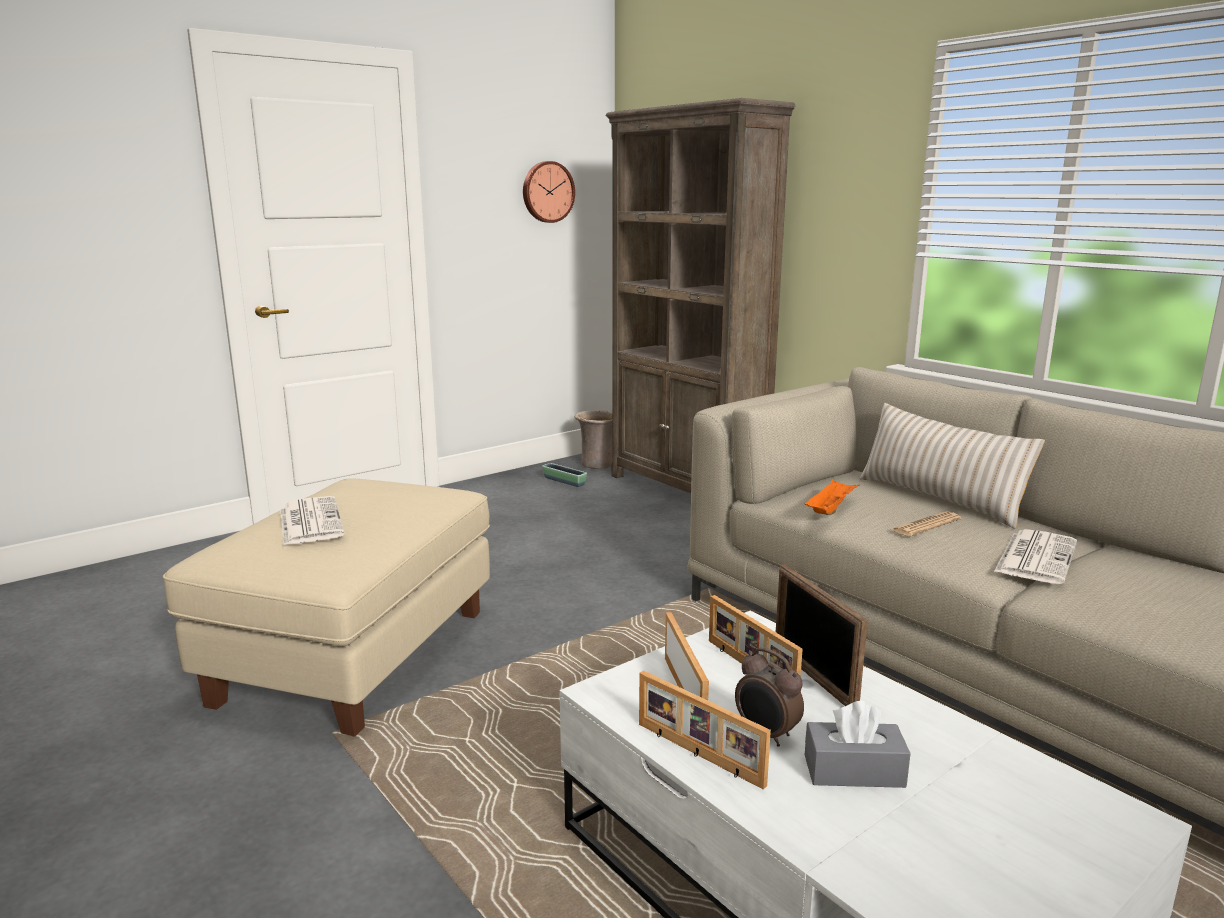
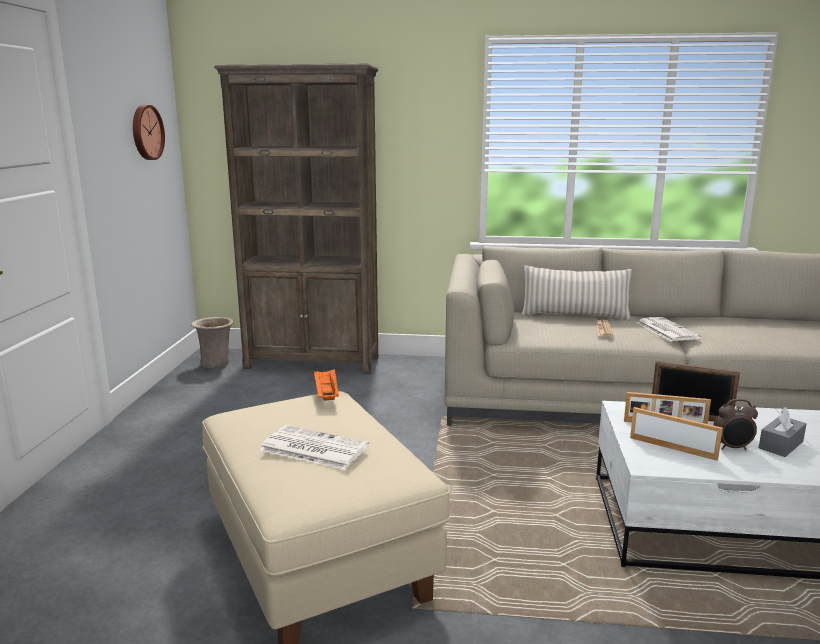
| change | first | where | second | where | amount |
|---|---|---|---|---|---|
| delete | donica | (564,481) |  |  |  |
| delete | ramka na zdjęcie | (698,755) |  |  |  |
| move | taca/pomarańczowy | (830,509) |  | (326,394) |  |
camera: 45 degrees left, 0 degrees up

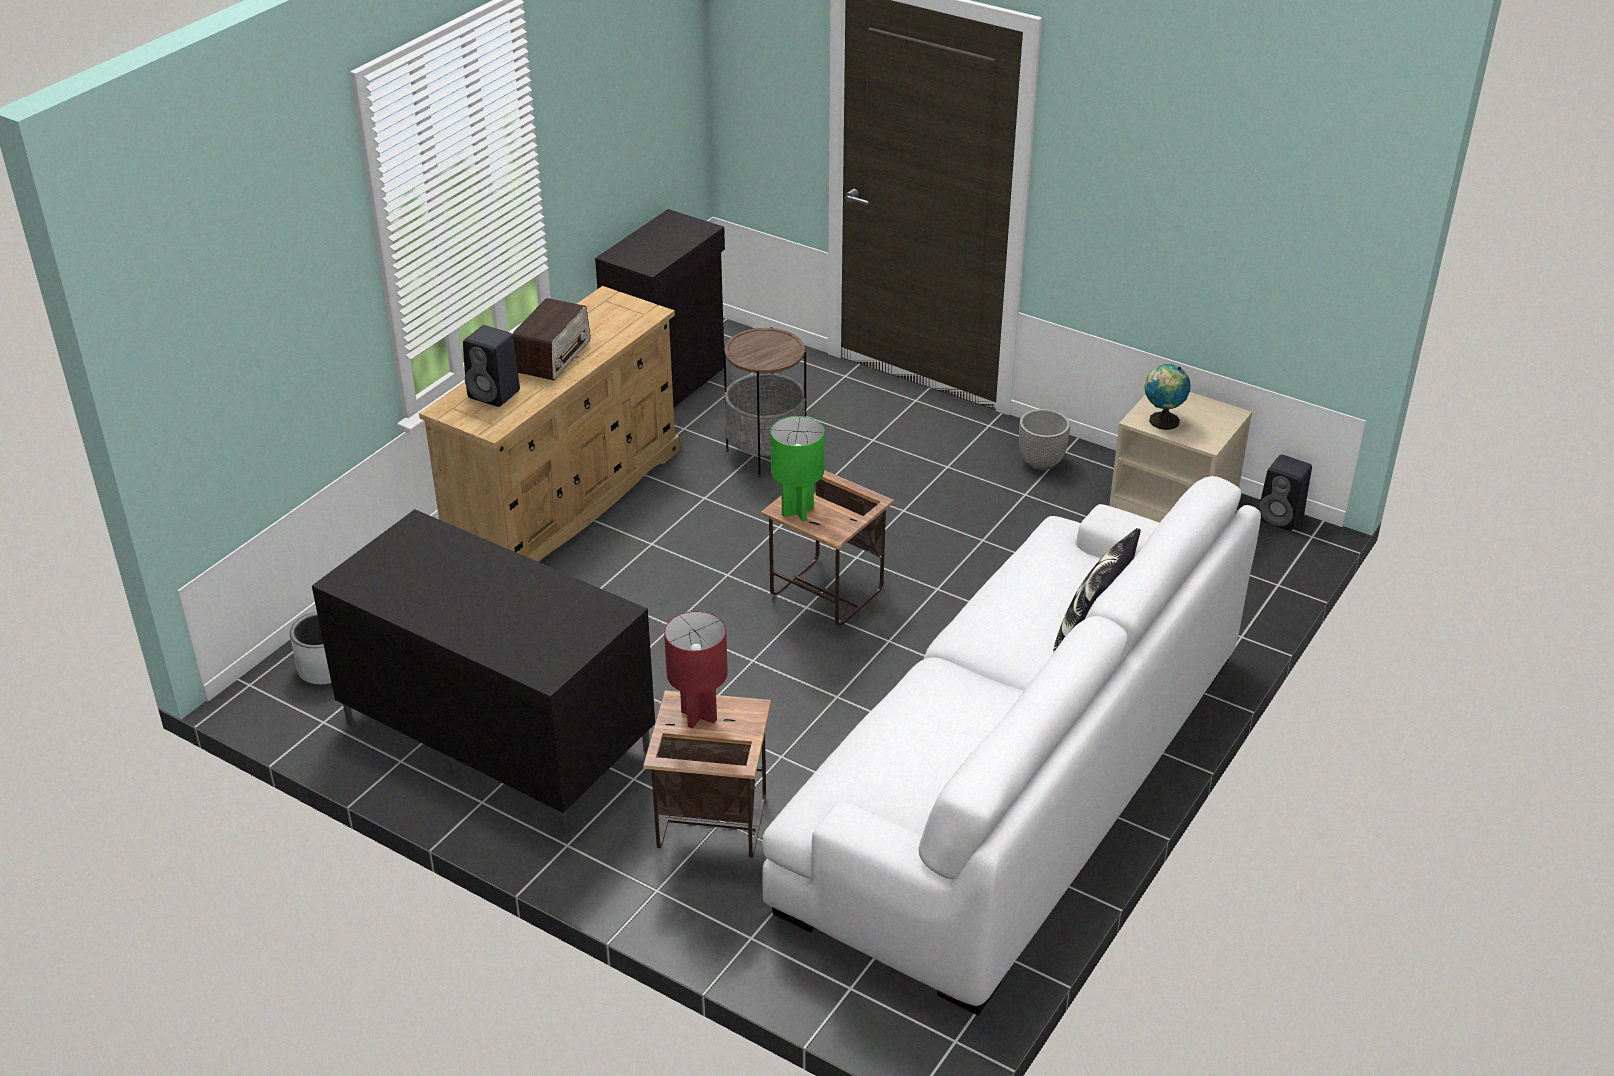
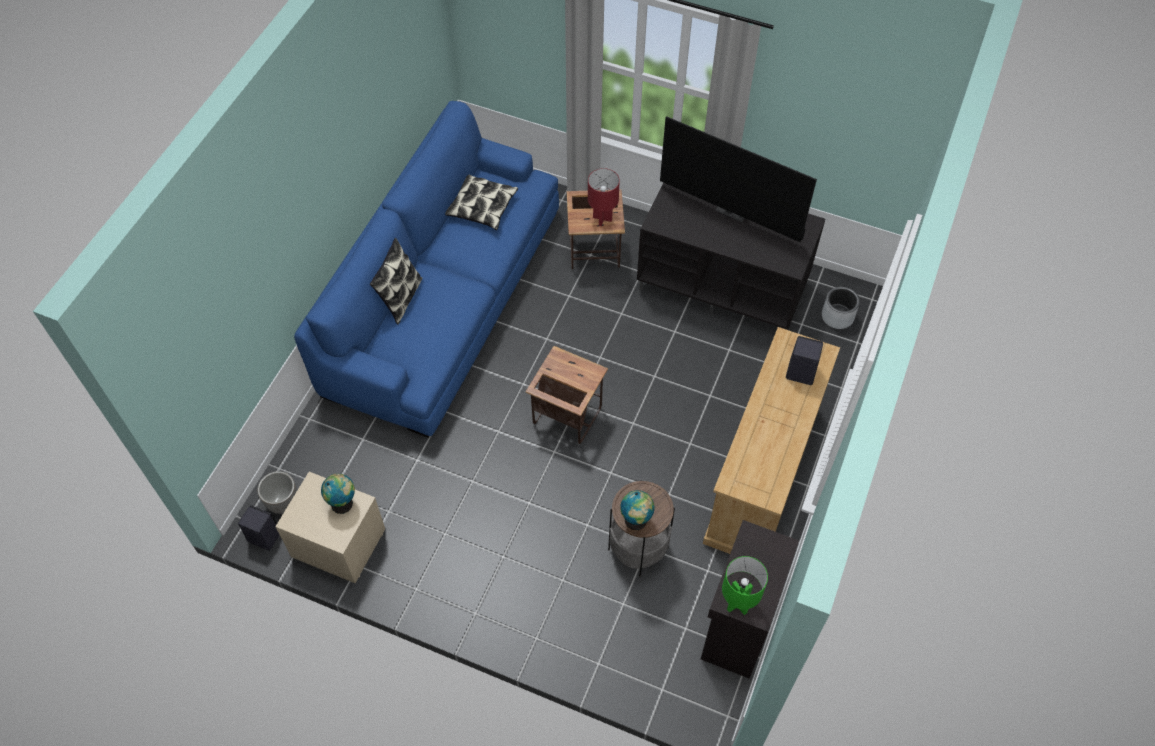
| change | first | where | second | where | amount |
|---|---|---|---|---|---|
| delete | radio | (553,356) |  |  |  |
| insert |  |  | poduszka | (481,207) |  |
| insert |  |  | globus | (636,521) |  |
| insert |  |  | telewizor | (733,209) |  |
| move | lampa stołowa/zielony | (797,512) |  | (737,603) |  |
| move | donica | (1041,462) |  | (283,503) |  |
| recolor | kanapa/biały | (1016,778) | kanapa/niebieski | (444,299) |  |
camera: 170 degrees right, 20 degrees up

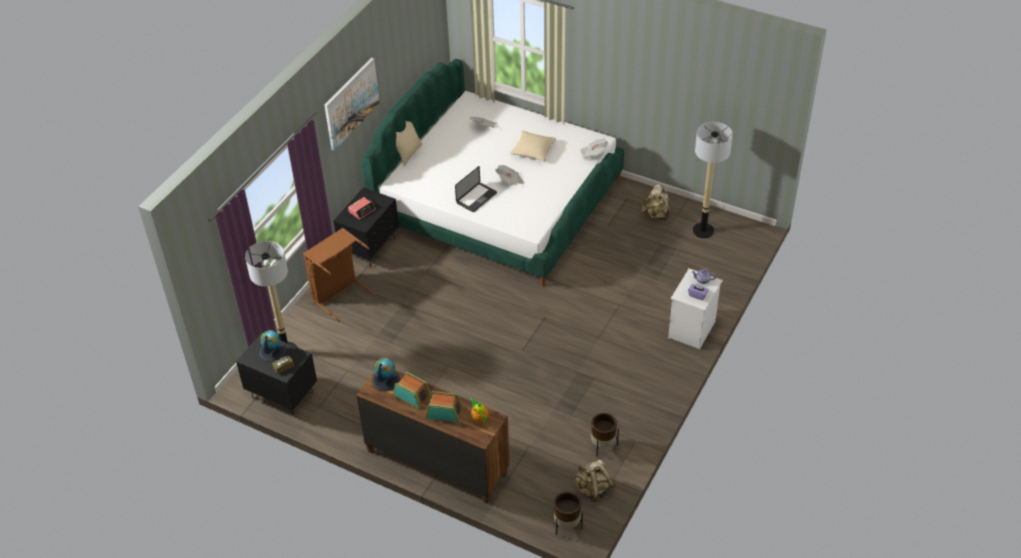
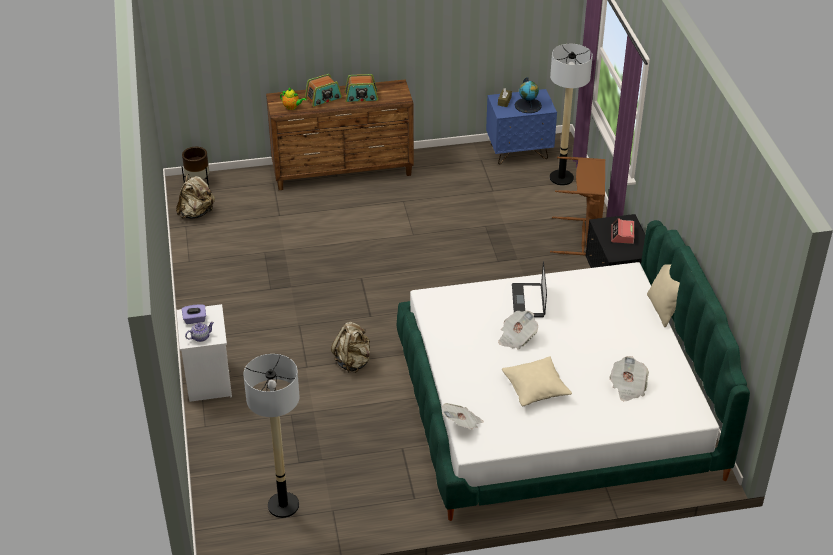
| change | first | where | second | where | amount |
|---|---|---|---|---|---|
| delete | obraz | (351,103) |  |  |  |
| delete | globus | (386,380) |  |  |  |
| delete | donica/brązowy | (602,446) |  |  |  |
| move | plecak/beżowy | (655,215) |  | (353,362) |  |
| recolor | szafka nocna/czarny | (282,395) | szafka nocna/niebieski | (519,152) |  |
camera: 140 degrees right, 5 degrees down

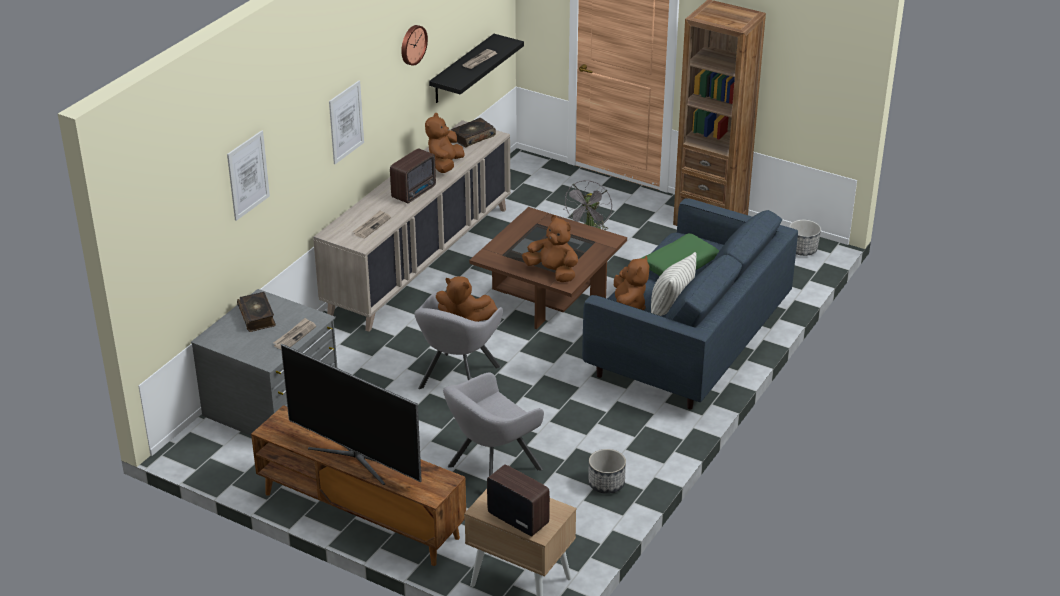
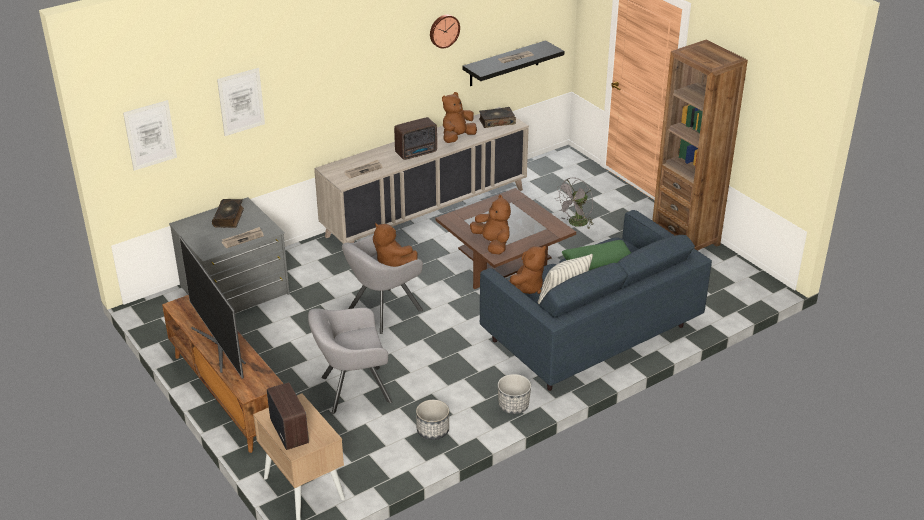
| change | first | where | second | where | amount |
|---|---|---|---|---|---|
| move | obraz | (346,122) |  | (150,135) |  |
| move | donica | (802,250) |  | (513,406) |  |
camera: 25 degrees right, 0 degrees up

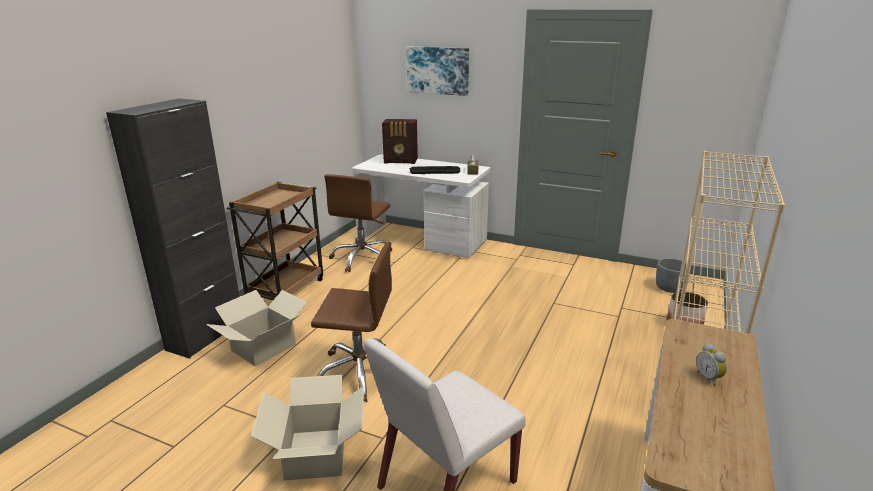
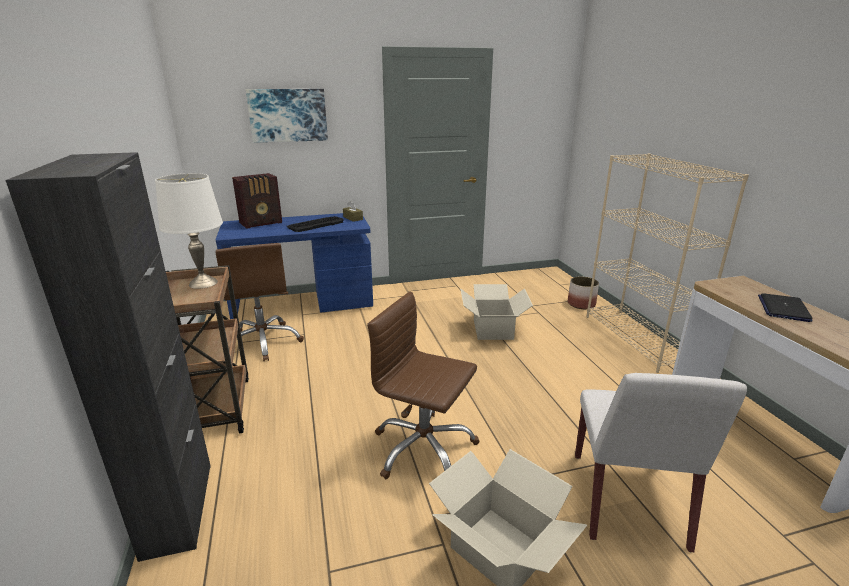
| change | first | where | second | where | amount |
|---|---|---|---|---|---|
| delete | donica/szary | (669,288) |  |  |  |
| insert |  |  | lampa stołowa/biały | (203,283) |  |
| move | karton | (264,347) |  | (493,329) |  |
| replace | budzik | (709,378) | laptop | (783,308) |  |
| recolor | biurko/biały | (422,241) | biurko/niebieski | (303,306) |  |
| rotate | krzesło biurowe/brązowy | (360,372) |  | (423,449) | 120 degrees counterclockwise |
camera: 40 degrees left, 0 degrees up

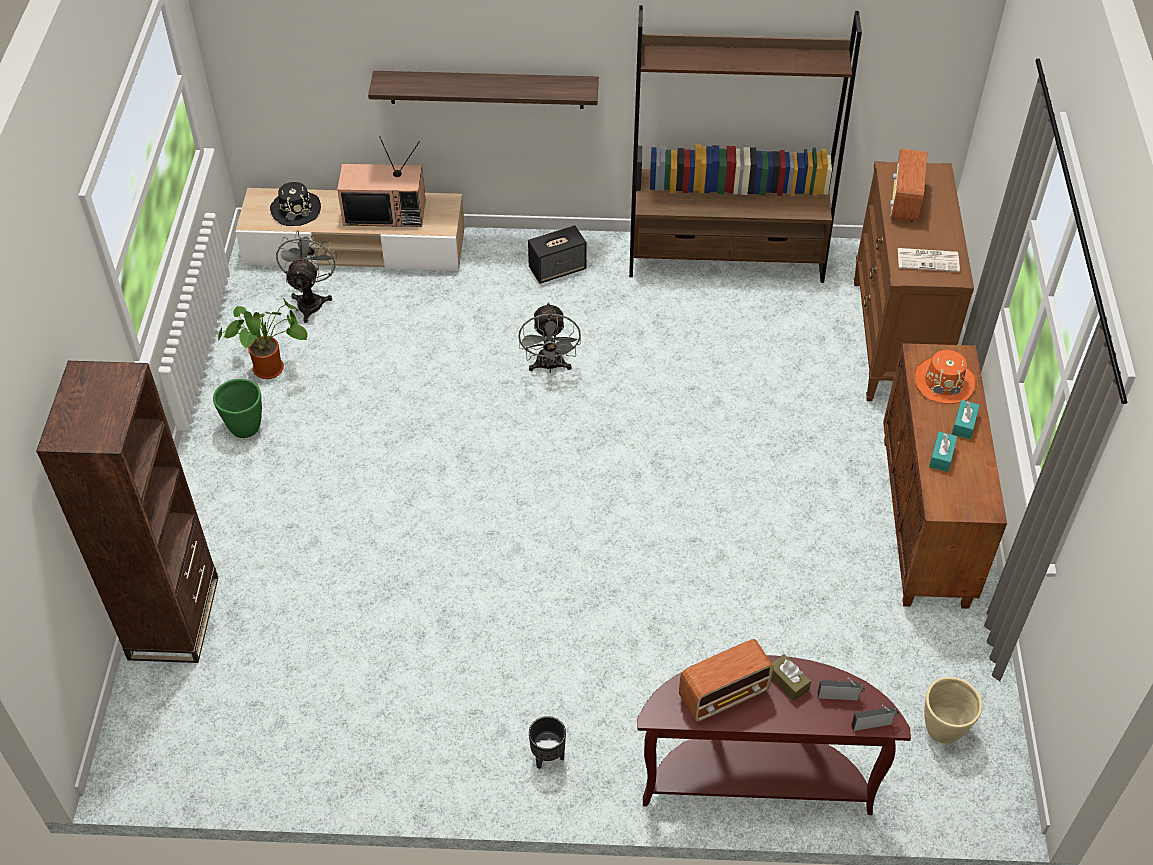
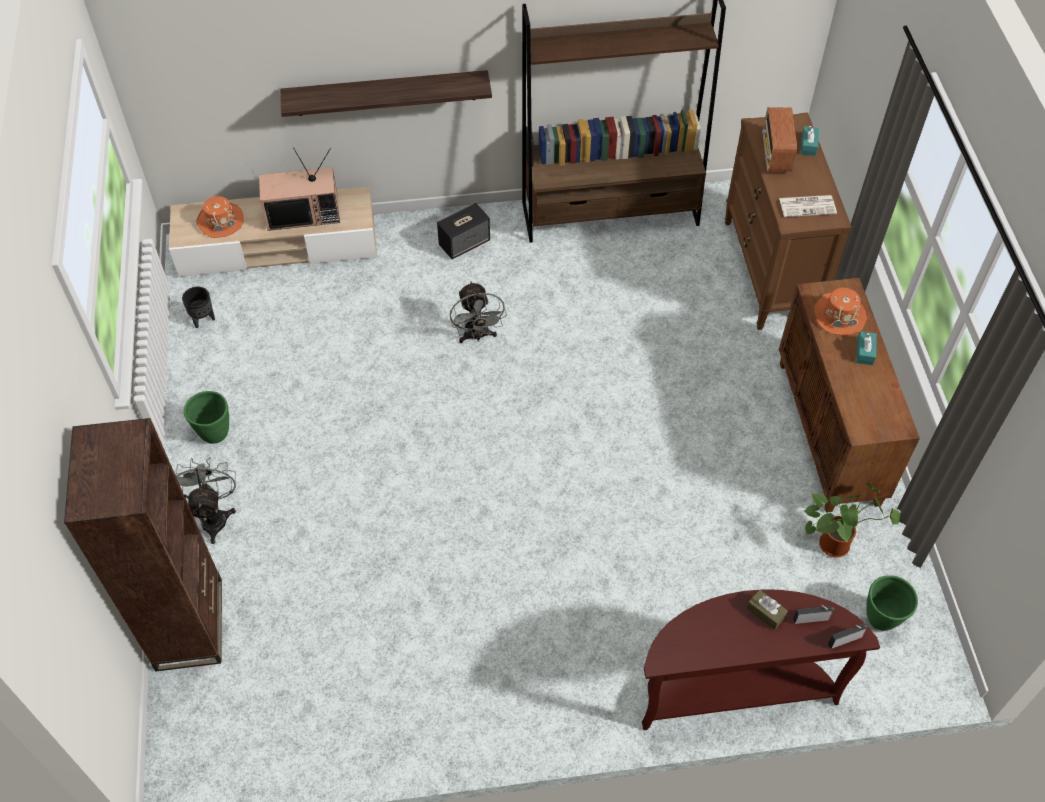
| change | first | where | second | where | amount |
|---|---|---|---|---|---|
| delete | radio | (724,694) |  |  |  |
| move | roślina doniczkowa | (272,368) |  | (836,543) |  |
| move | wentylator/szary | (311,300) |  | (214,516) |  |
| move | donica/czarny | (547,757) |  | (202,320) |  |
| move | pudełko chusteczek/turkusowy | (941,456) |  | (808,145) |  |
| recolor | kapelusz/czarny | (296,209) | kapelusz/pomarańczowy | (220,221) |  |
| recolor | donica/beżowy | (943,730) | donica/zielony | (881,619) |  |
camera: 10 degrees left, 5 degrees up

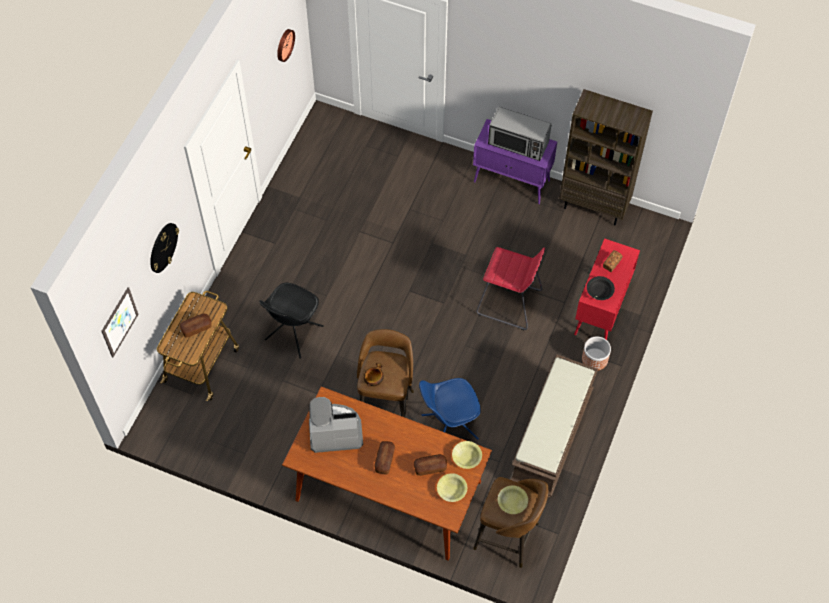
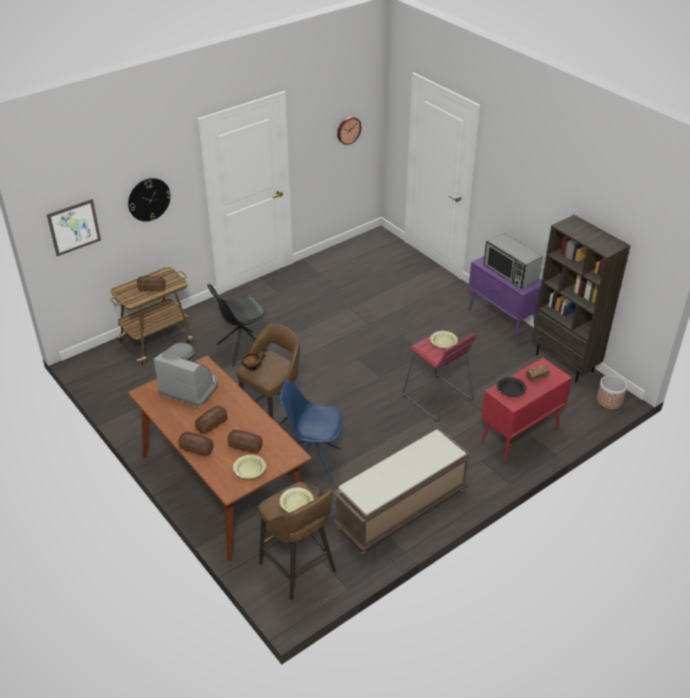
| change | first | where | second | where | amount |
|---|---|---|---|---|---|
| insert |  |  | chleb | (196,448) |  |
| move | miska/żółty | (466,457) |  | (443,343) |  |
| move | donica | (594,359) |  | (609,400) |  |
camera: 30 degrees right, 20 degrees down

